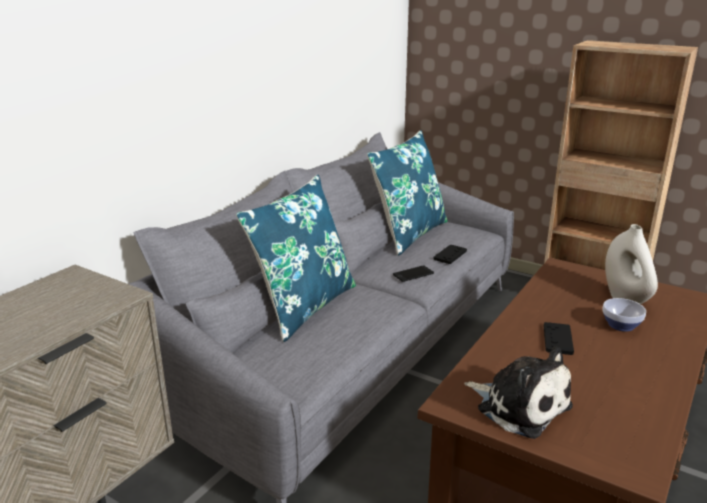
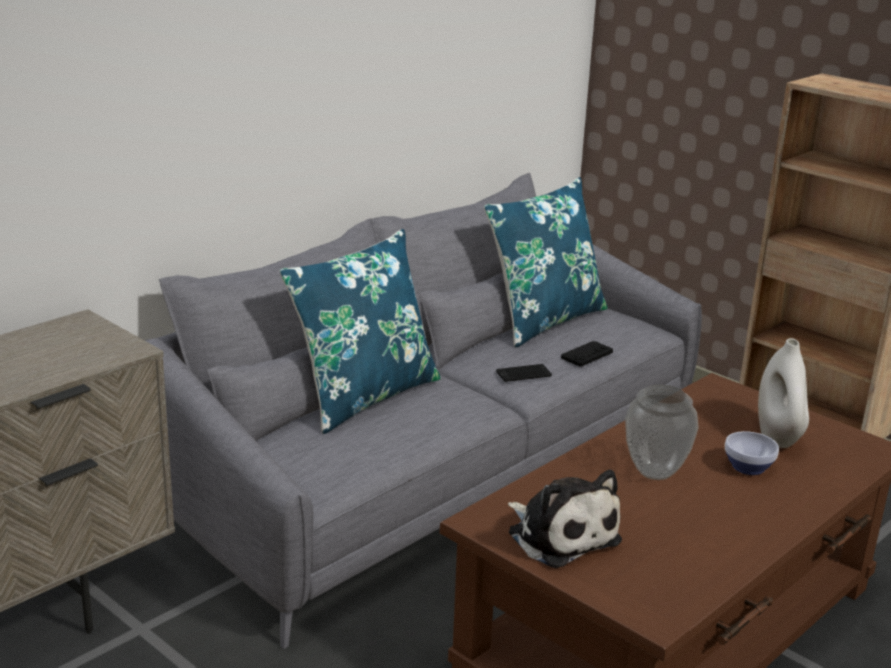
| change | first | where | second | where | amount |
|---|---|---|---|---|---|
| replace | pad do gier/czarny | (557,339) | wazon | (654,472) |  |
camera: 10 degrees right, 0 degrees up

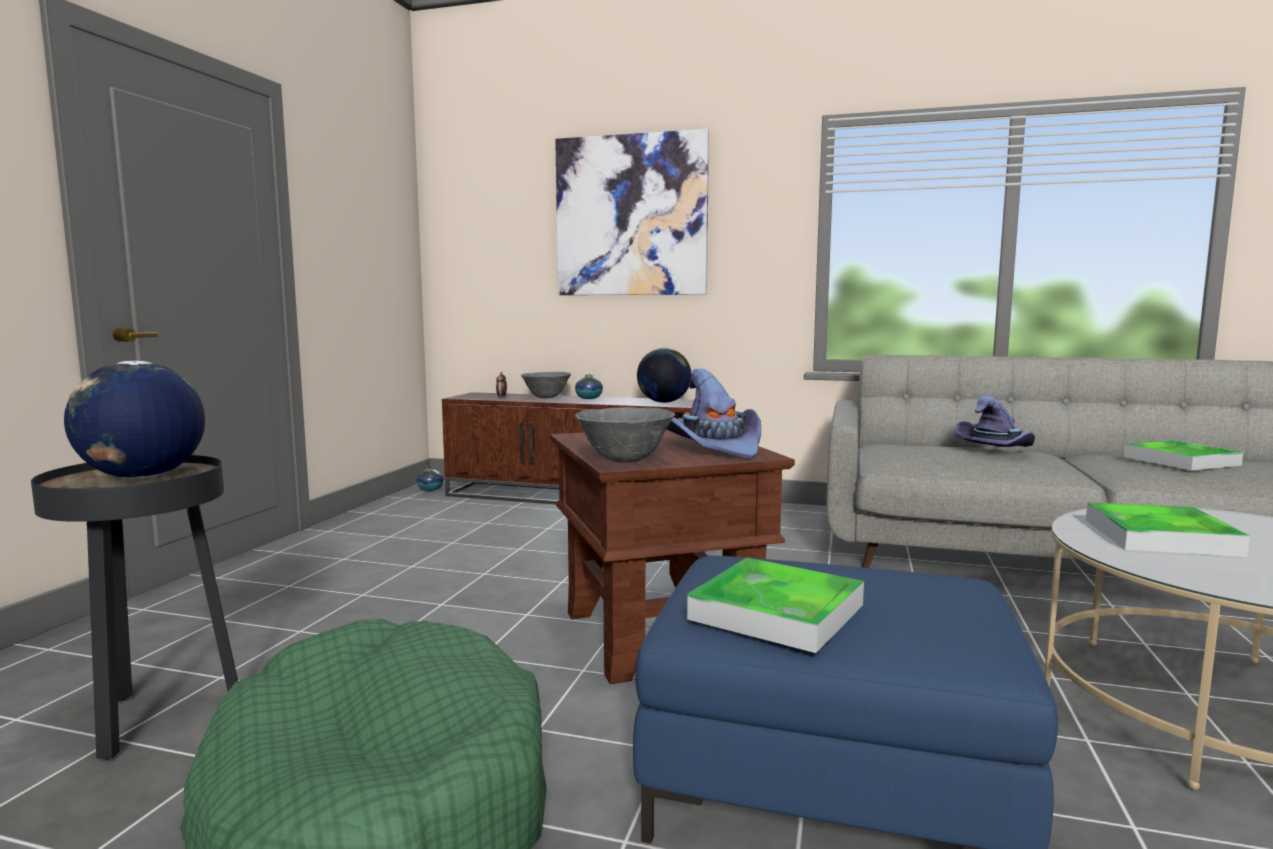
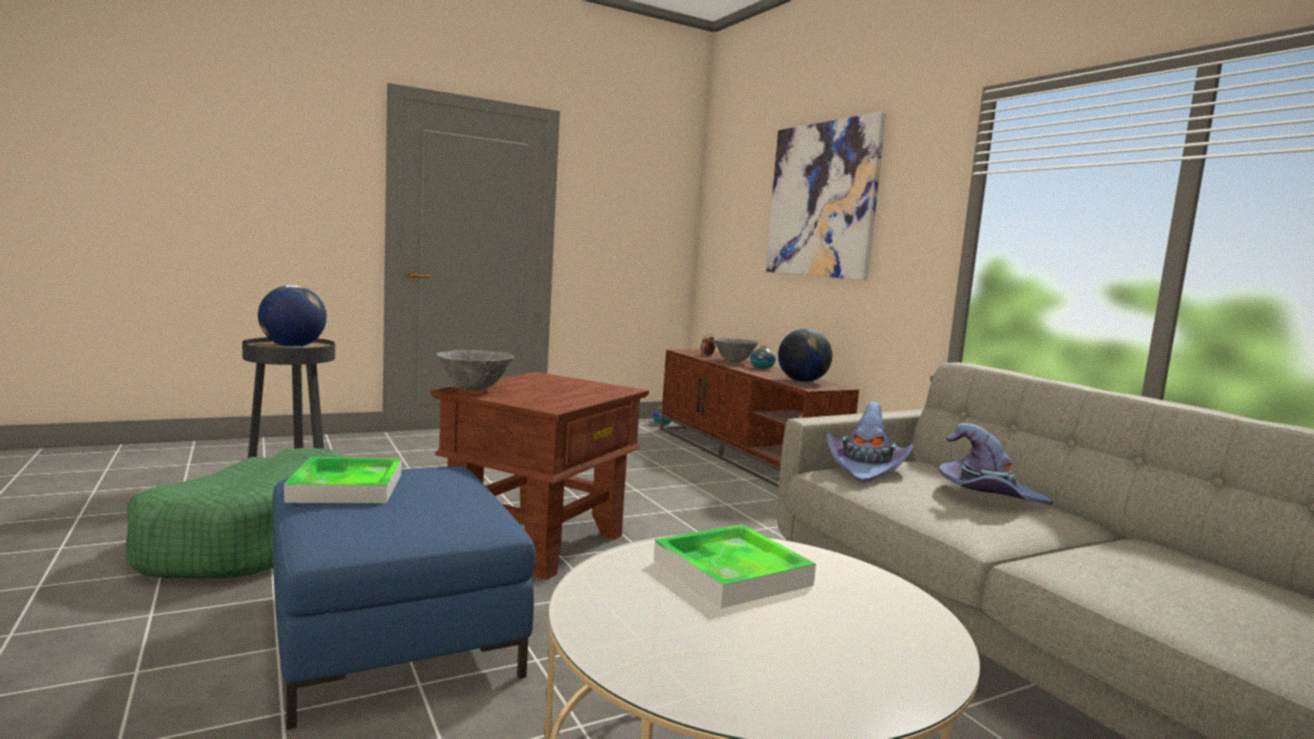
| change | first | where | second | where | amount |
|---|---|---|---|---|---|
| delete | taca | (1180,461) |  |  |  |
| move | kapelusz/fioletowy | (715,448) |  | (866,468) |  |
camera: 45 degrees right, 0 degrees up

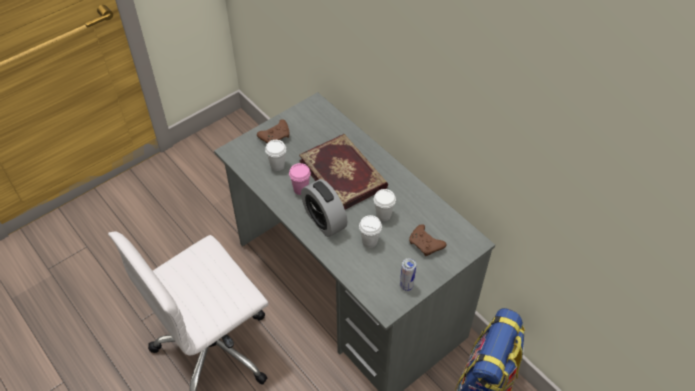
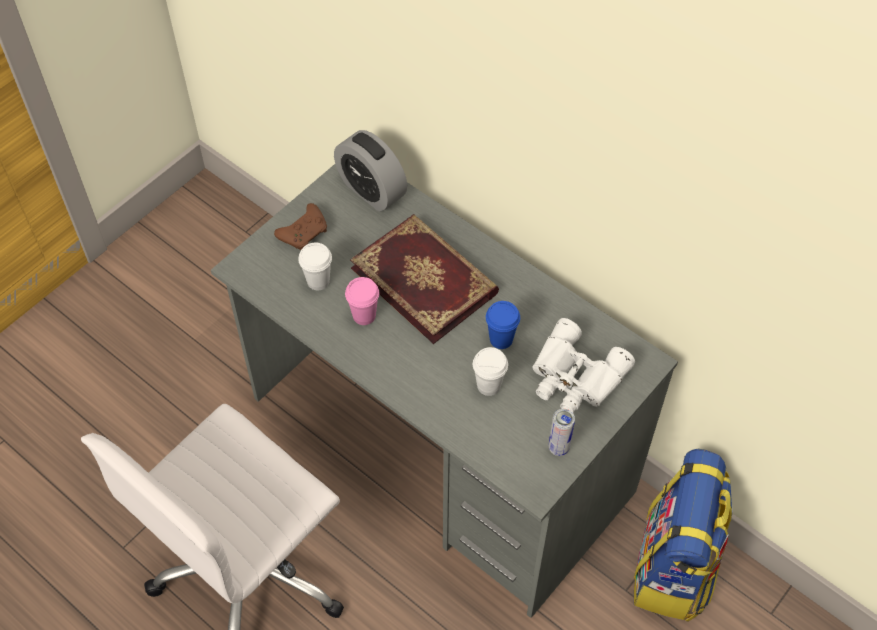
| change | first | where | second | where | amount |
|---|---|---|---|---|---|
| move | budzik | (324,220) |  | (371,190) |  |
| replace | pad do gier/brązowy | (426,245) | lornetka/biały | (575,377) |  |
| recolor | filiżanka/biały | (383,215) | filiżanka/niebieski | (501,339) |  |
camera: 10 degrees left, 5 degrees up

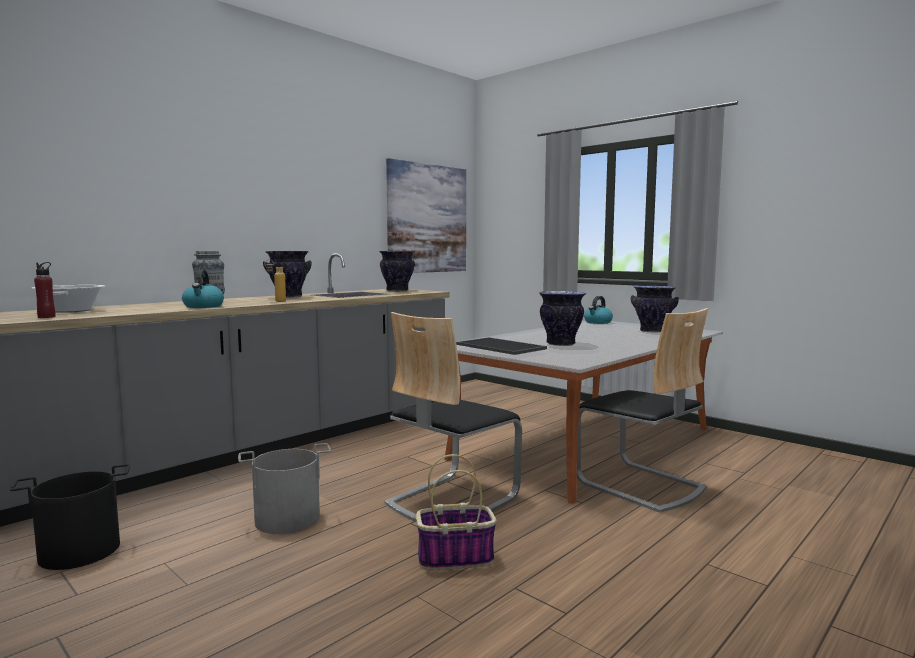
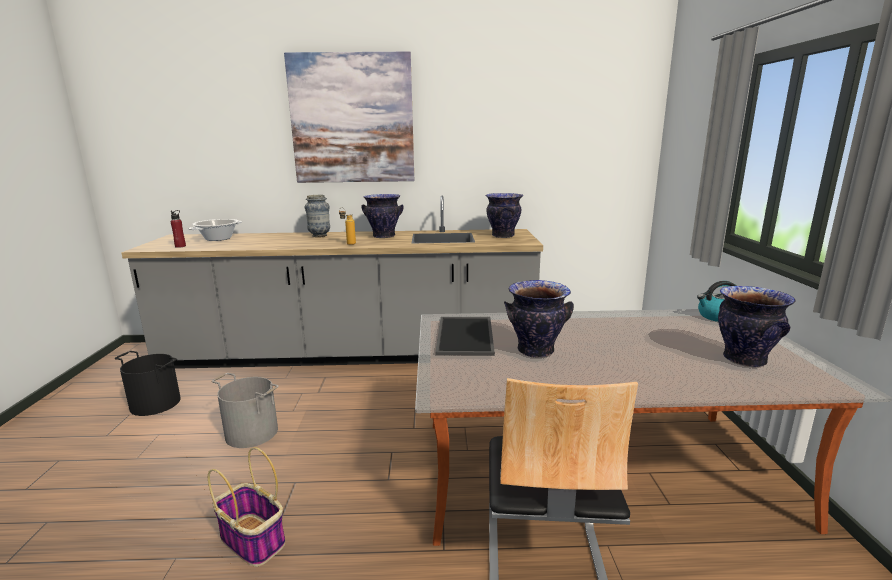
| change | first | where | second | where | amount |
|---|---|---|---|---|---|
| delete | czajnik | (203,306) |  |  |  |
| delete | krzesło | (451,500) |  |  |  |
| move | obraz | (427,218) |  | (352,119) |  |
camera: 45 degrees right, 10 degrees up

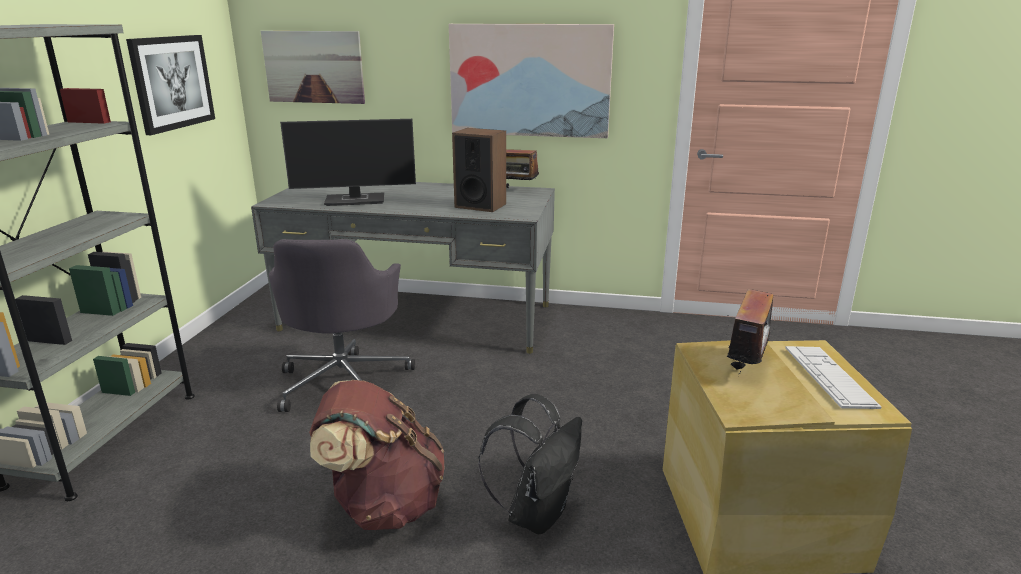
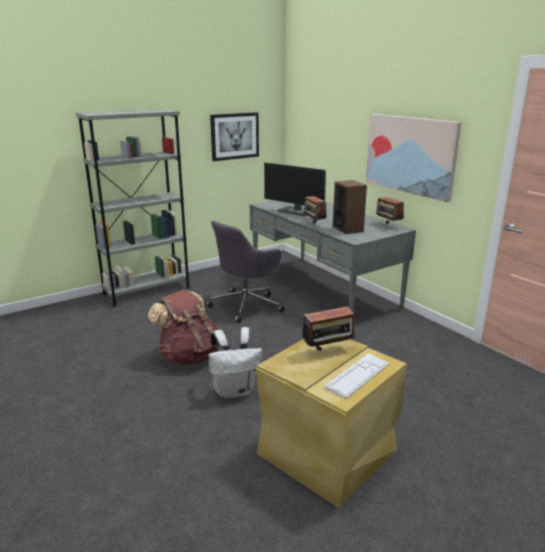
| change | first | where | second | where | amount |
|---|---|---|---|---|---|
| delete | obraz | (314,67) |  |  |  |
| insert |  |  | radio | (314,224) |  |
| recolor | plecak/czarny | (536,513) | plecak/biały | (234,390) |  |
camera: 45 degrees right, 0 degrees up

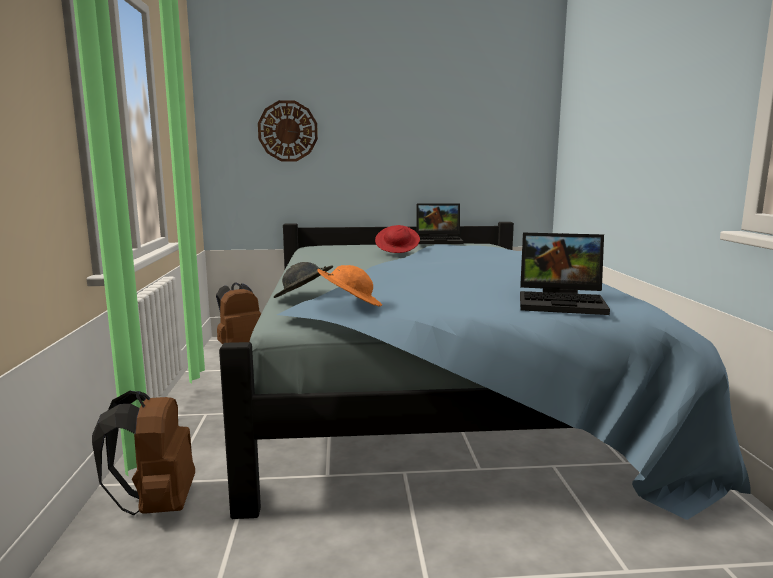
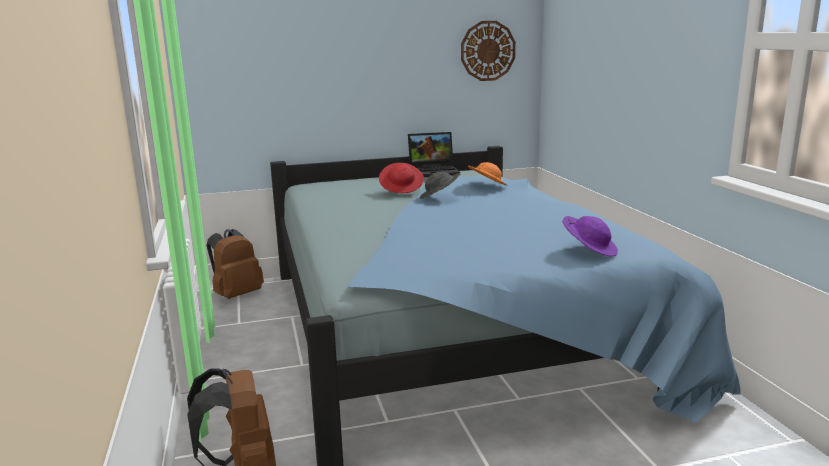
| change | first | where | second | where | amount |
|---|---|---|---|---|---|
| move | zegar ścienny | (288,131) |  | (487,51) |  |
| move | kapelusz/szary | (303,298) |  | (440,197) |  |
| move | kapelusz/pomarańczowy | (349,305) |  | (487,186) |  |
| replace | laptop | (563,302) | kapelusz/fioletowy | (589,250) |  |
camera: 10 degrees left, 5 degrees up

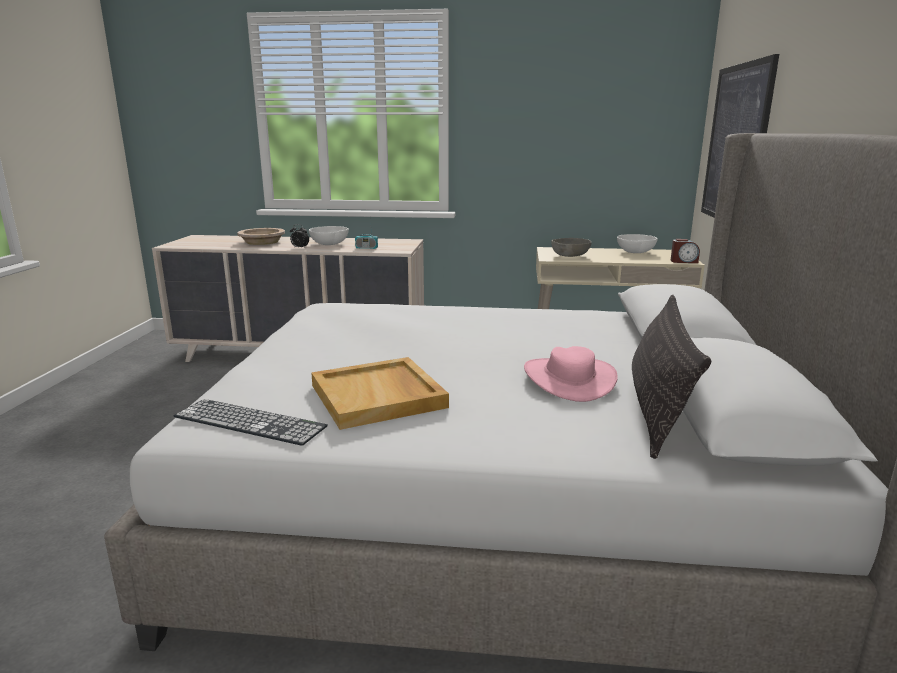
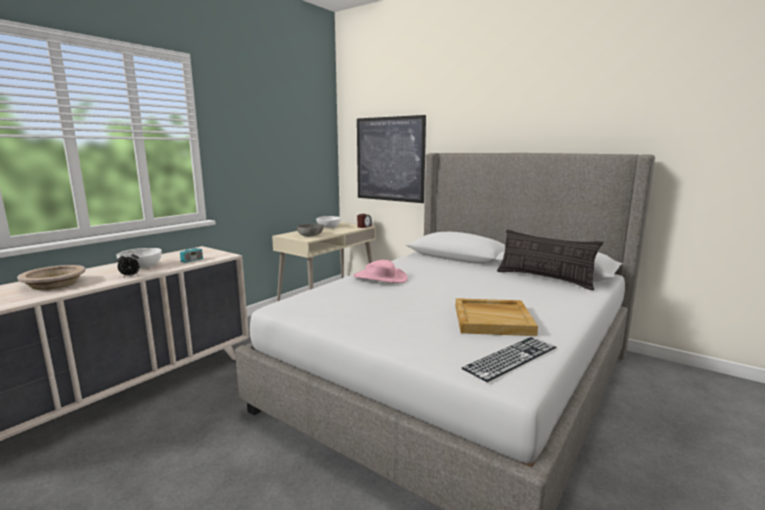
| change | first | where | second | where | amount |
|---|---|---|---|---|---|
| move | kapelusz/różowy | (569,379) |  | (380,278) |  |
camera: 60 degrees left, 5 degrees down

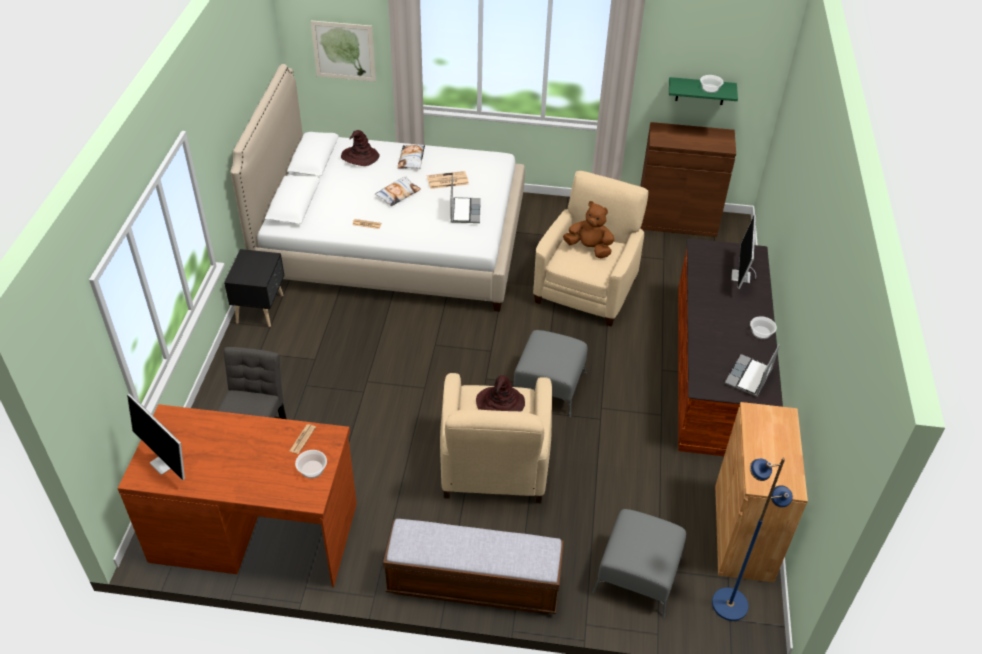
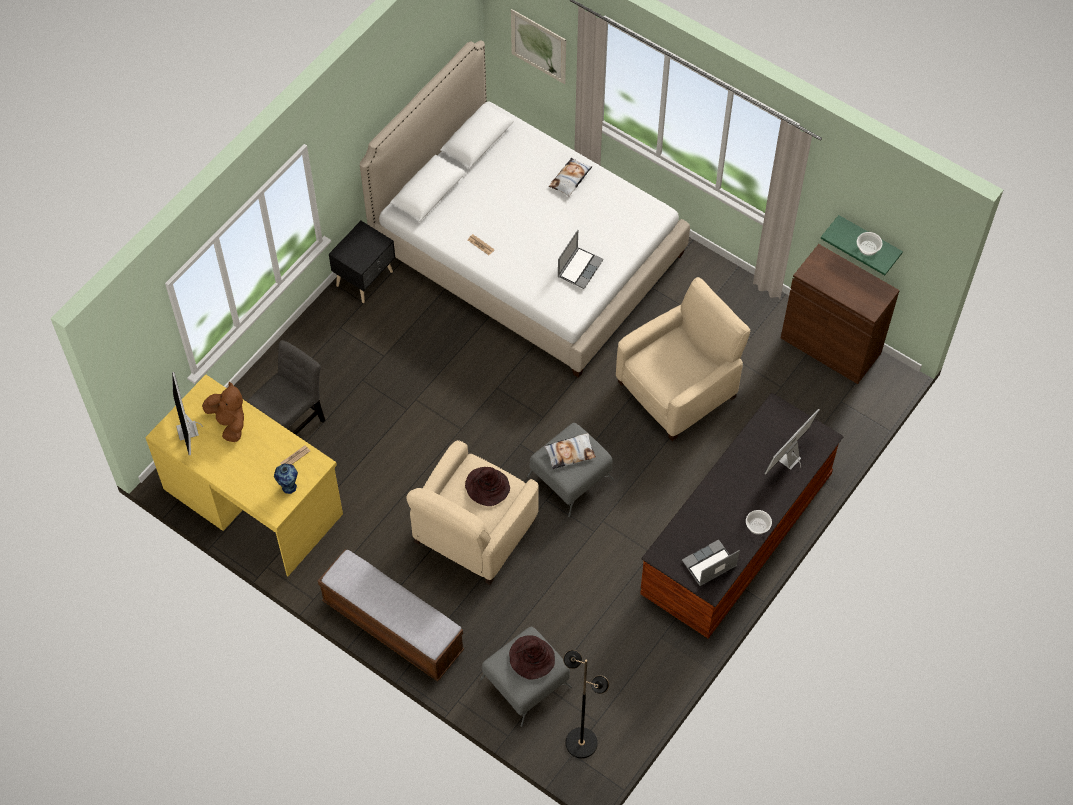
| change | first | where | second | where | amount |
|---|---|---|---|---|---|
| delete | gazeta | (447,181) |  |  |  |
| delete | szafka/brązowy | (743,532) |  |  |  |
| move | kapelusz/brązowy | (359,157) |  | (531,658) |  |
| move | poduszka | (398,194) |  | (570,452) |  |
| move | pluszak/brązowy | (589,248) |  | (229,422) |  |
| replace | miska | (312,469) | wazon | (288,486) |  |
| recolor | biurko/brązowy | (254,531) | biurko/żółty | (253,500) |  |
| recolor | lampa stojąca/niebieski | (729,604) | lampa stojąca/czarny | (581,742) |  |
camera: 30 degrees right, 15 degrees up

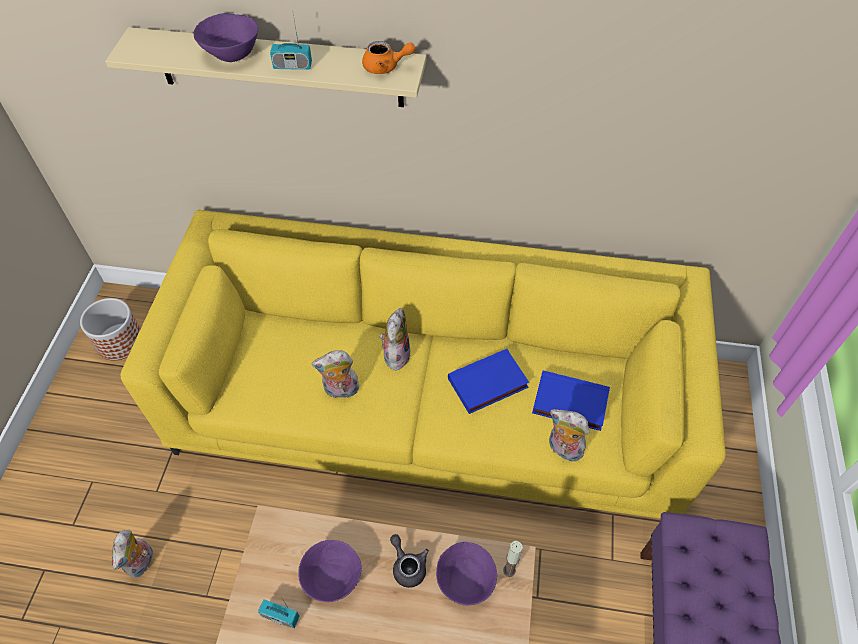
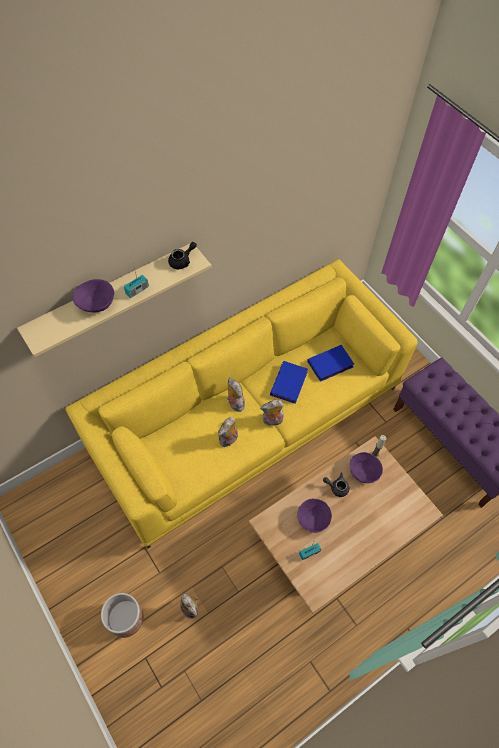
| change | first | where | second | where | amount |
|---|---|---|---|---|---|
| move | donica | (119,341) |  | (125,618) |  |
| move | pluszak | (563,449) |  | (272,421) |  |
| recolor | imbryk/pomarańczowy | (385,67) | imbryk/czarny | (182,261) |  |
camera: 45 degrees left, 5 degrees up

